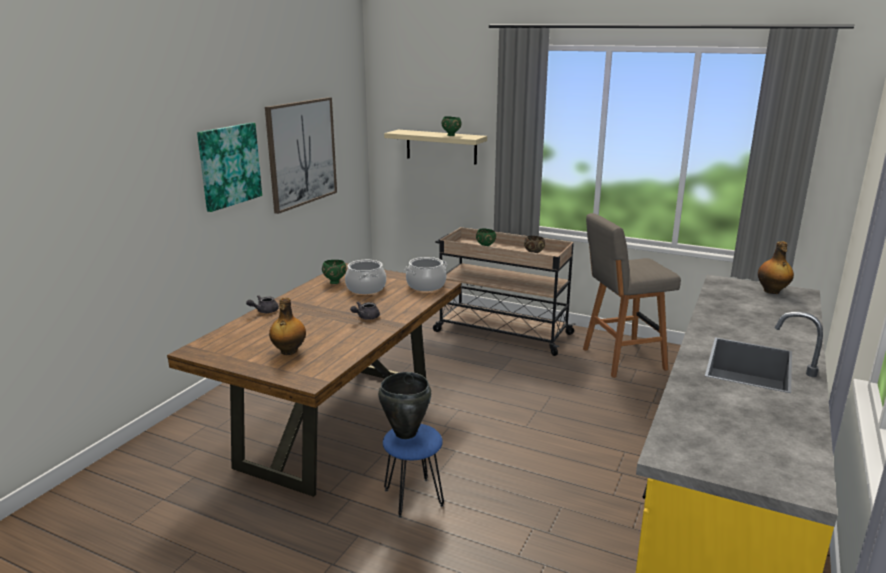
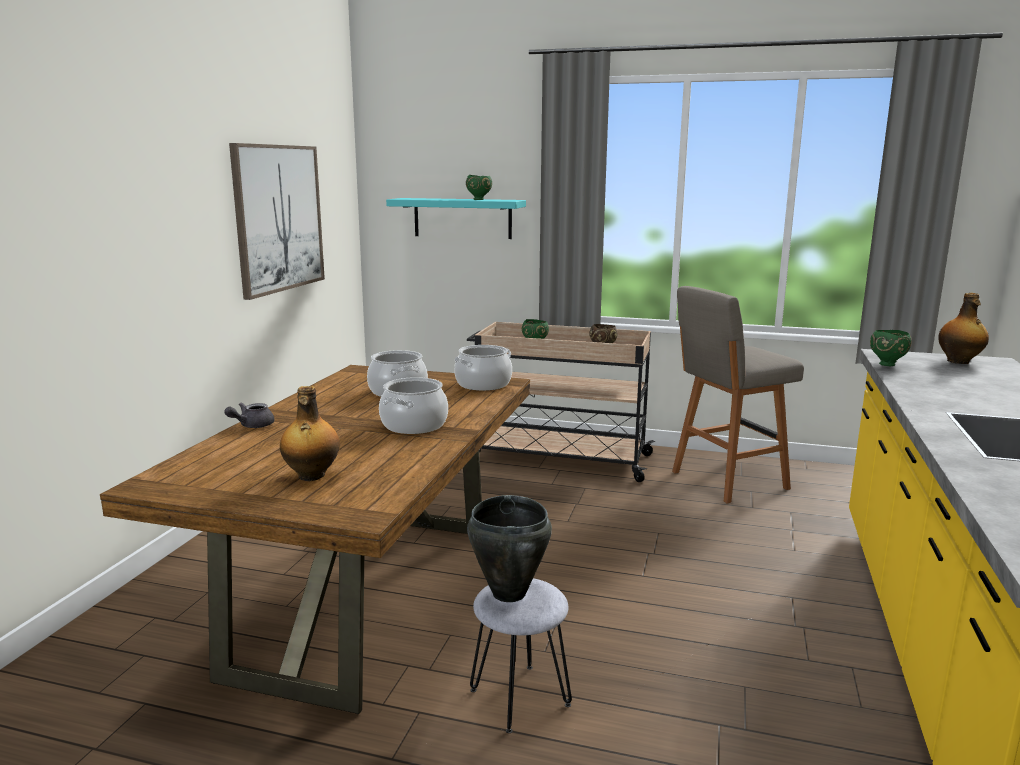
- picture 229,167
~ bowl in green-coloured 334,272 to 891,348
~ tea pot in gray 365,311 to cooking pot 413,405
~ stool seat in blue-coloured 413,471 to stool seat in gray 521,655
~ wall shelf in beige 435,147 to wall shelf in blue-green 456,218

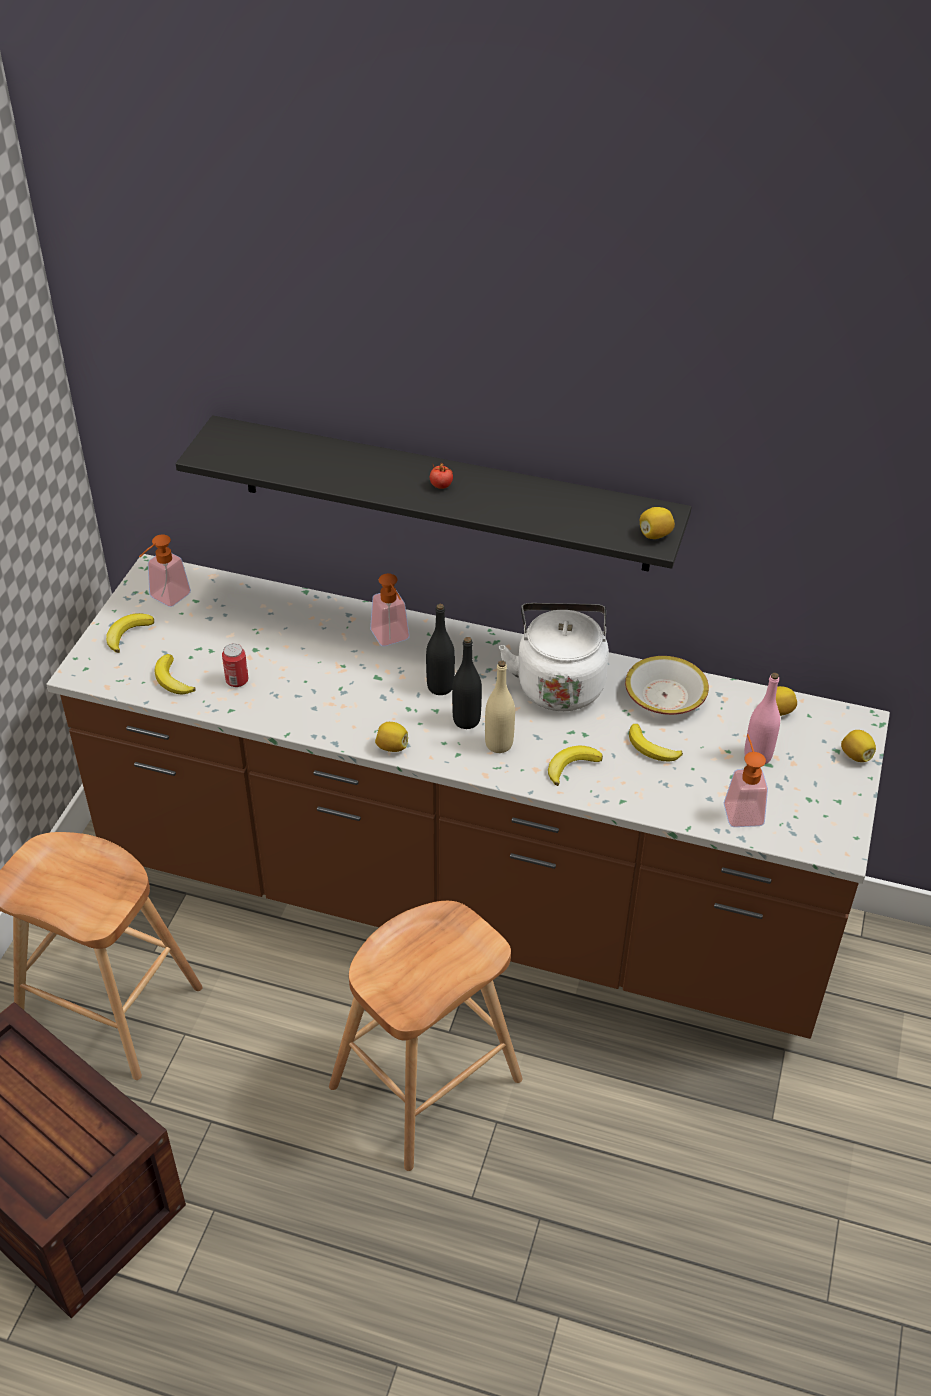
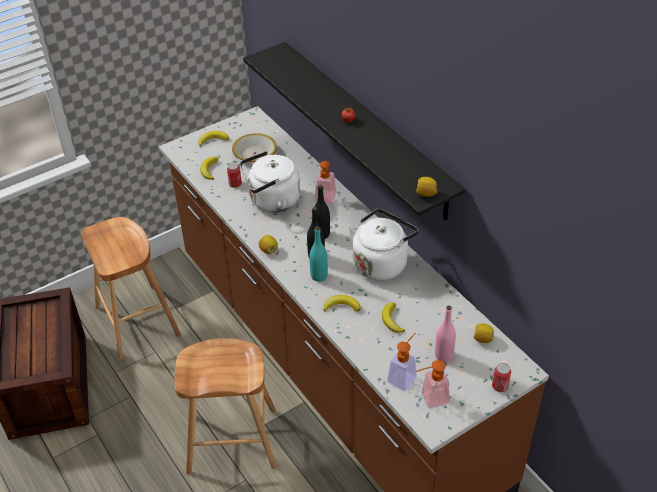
~ soap dispenser 165,570 to 433,384
~ bottle in beige 500,706 to bottle in blue-green 318,254
~ bowl 667,685 to 254,147
~ citrus fruit 858,746 to can 501,377
+ kettle in white 270,182

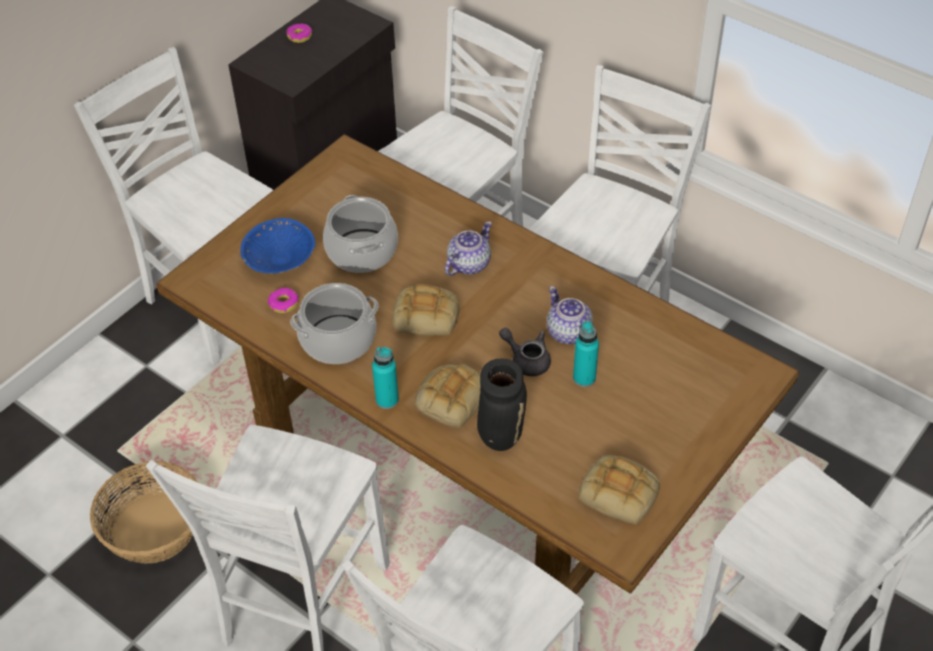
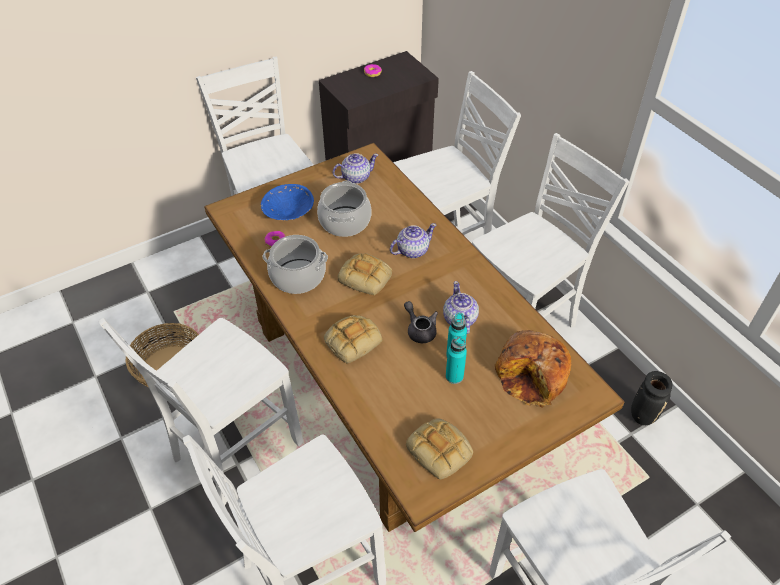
~ bottle in blue-green 385,378 to 456,360
~ vase in blackish 502,405 to 651,398
+ tea pot 355,168
+ baked bread 533,369

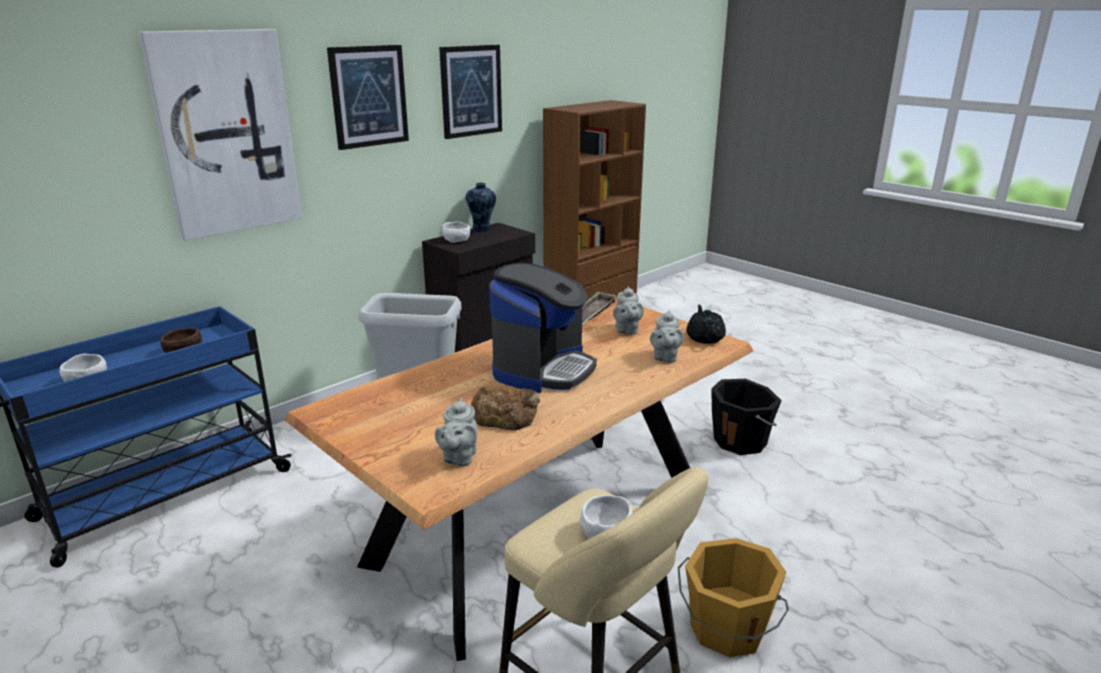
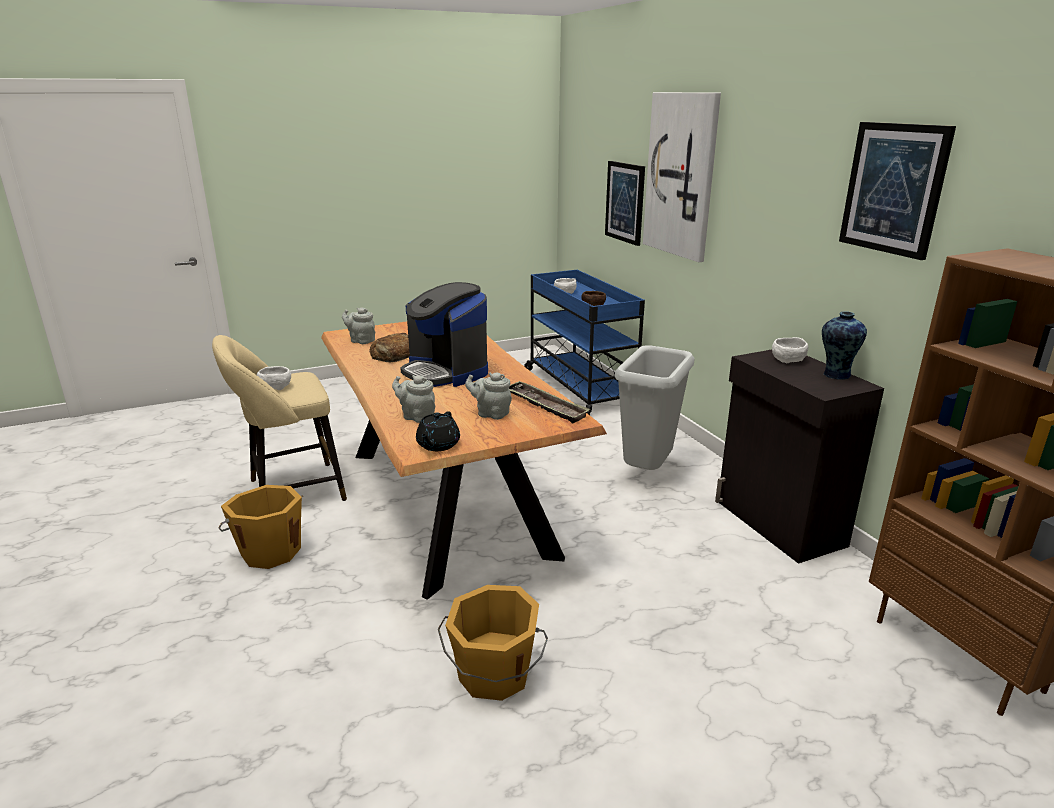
~ picture 368,97 to 625,203
~ tea pot in blackish 706,324 = 438,431 90 degrees clockwise
~ water bucket in blackish 746,417 to water bucket in orangey 493,643

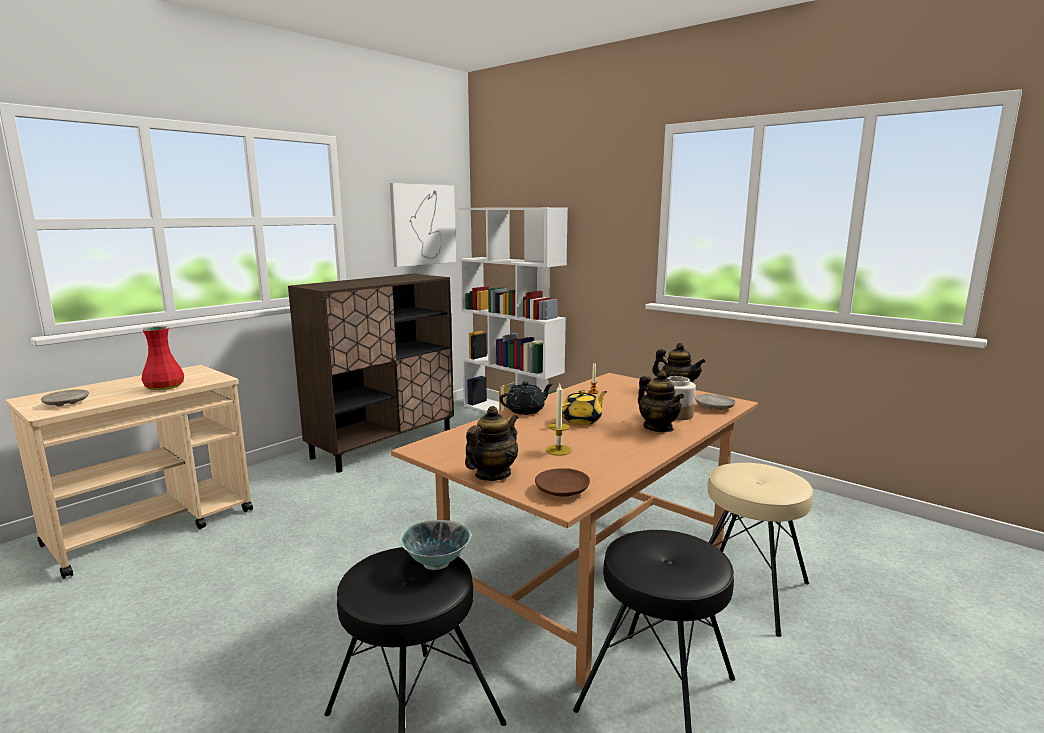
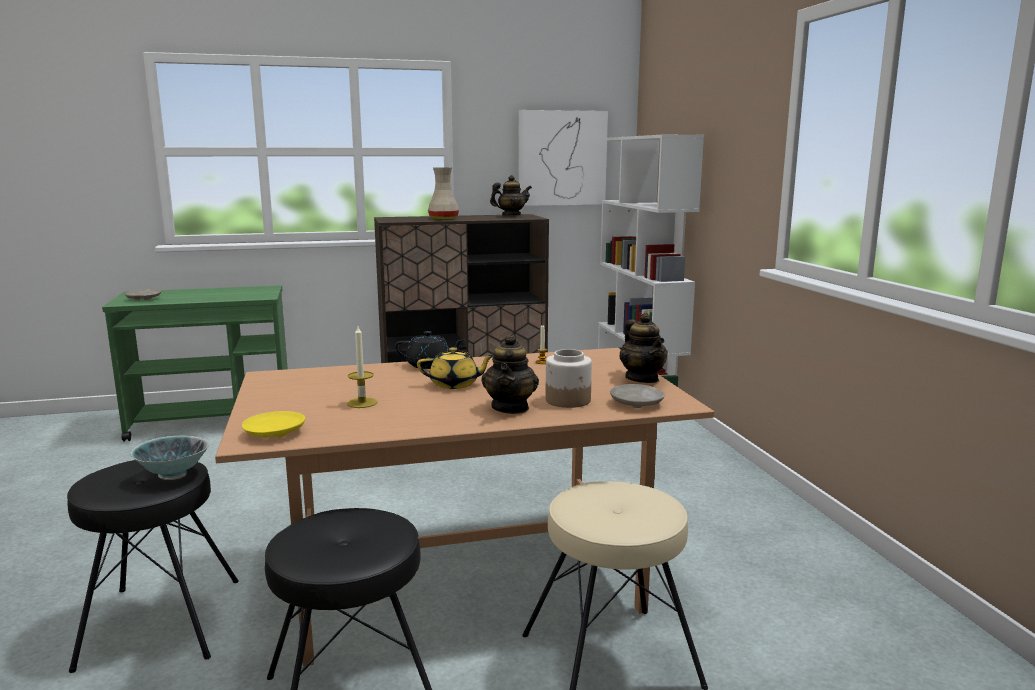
~ trolley in beige 129,472 to trolley in green-coloured 195,363
- vase in red-coloured 163,358
~ tea pot 491,443 to 511,195
~ plate in brown 562,482 to plate in yellow-coloured 273,424
+ vase in beige 443,193

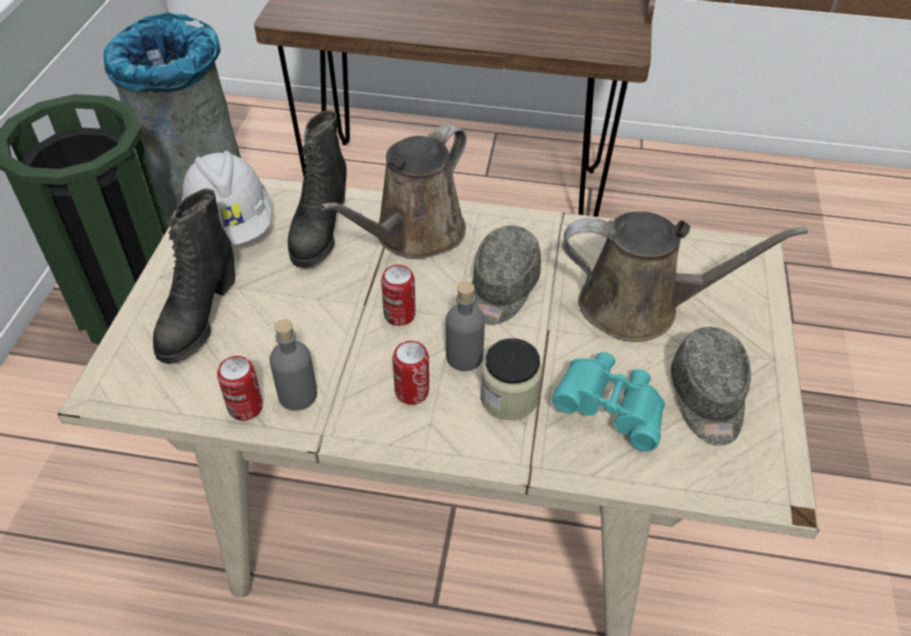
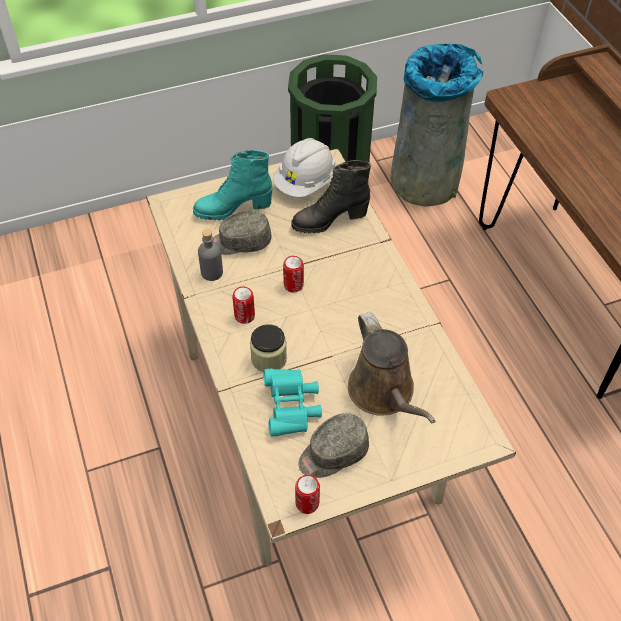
~ boot in blackish 194,276 to boot in blue-green 232,185
~ can 240,388 to 307,494
- watering can in brown 393,191
- bottle in gray 465,326
~ baseball cap in gray 506,275 to 242,232

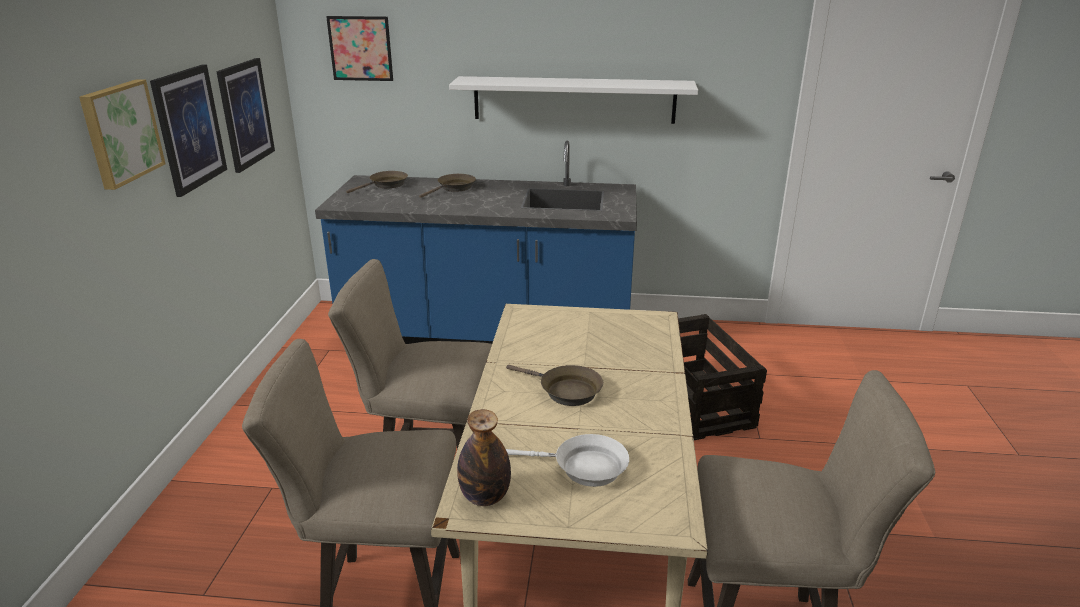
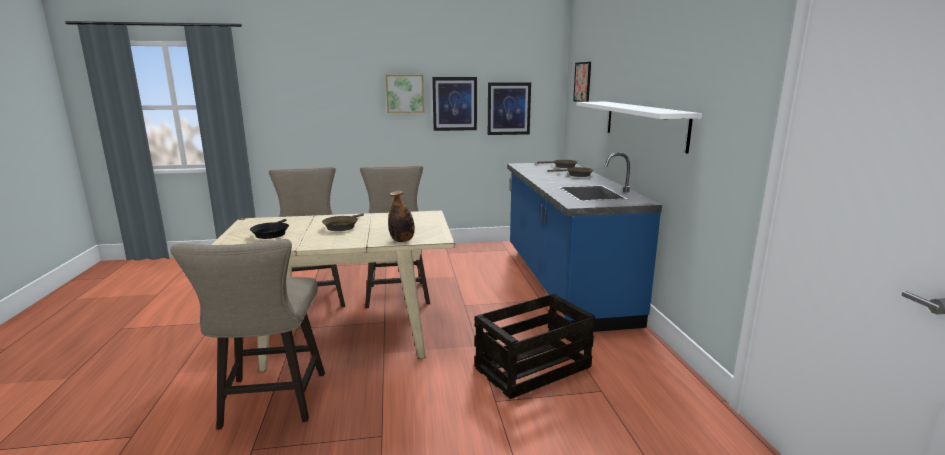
~ bottle 484,457 to 401,216
~ frying pan in white 567,460 to frying pan in blackish 269,229

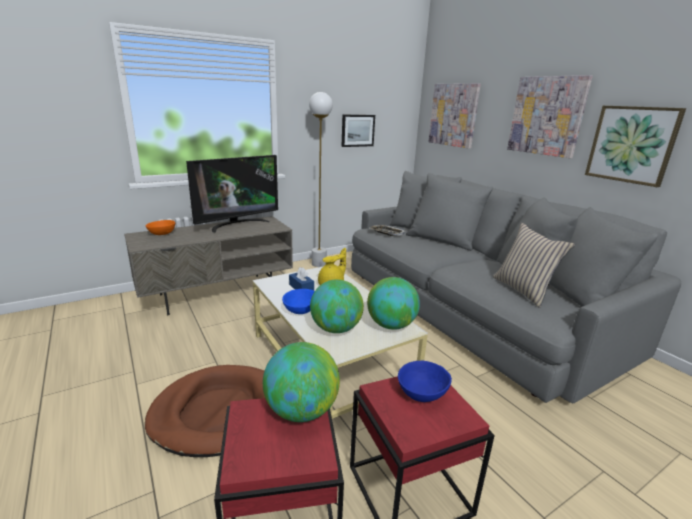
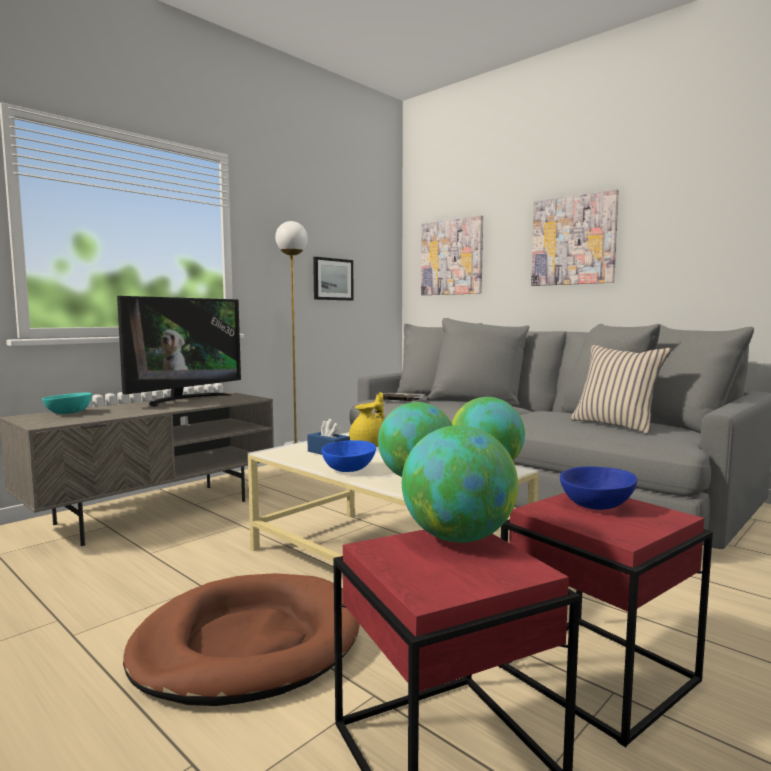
~ bowl in orangey 160,227 to bowl in blue-green 67,403
- picture 635,146

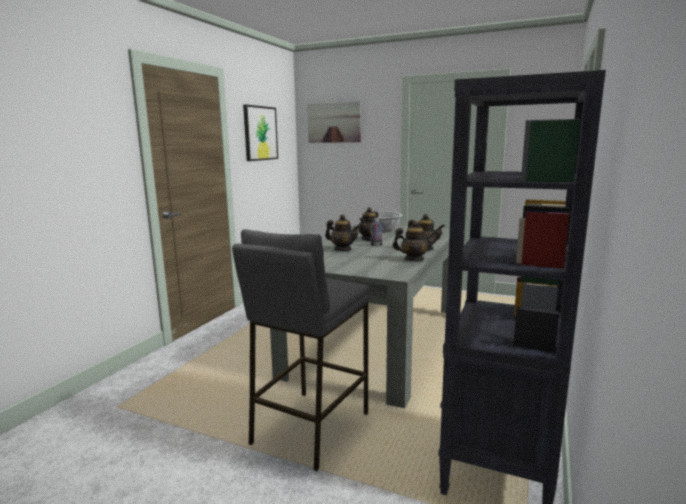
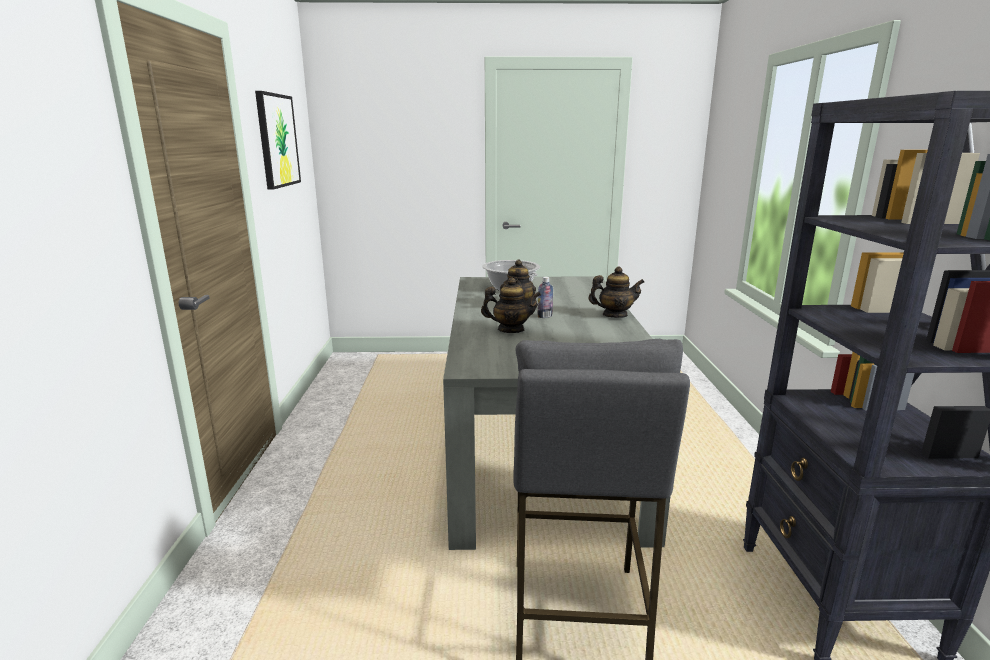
- picture 334,122
- tea pot 414,241

